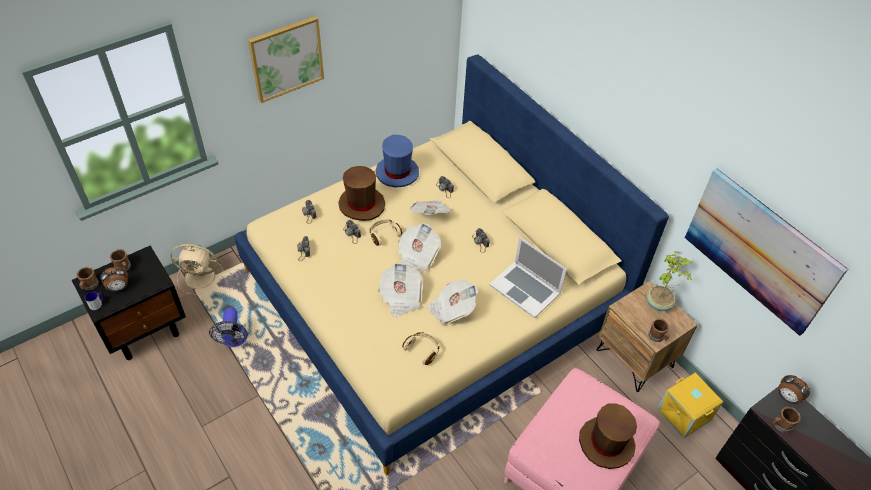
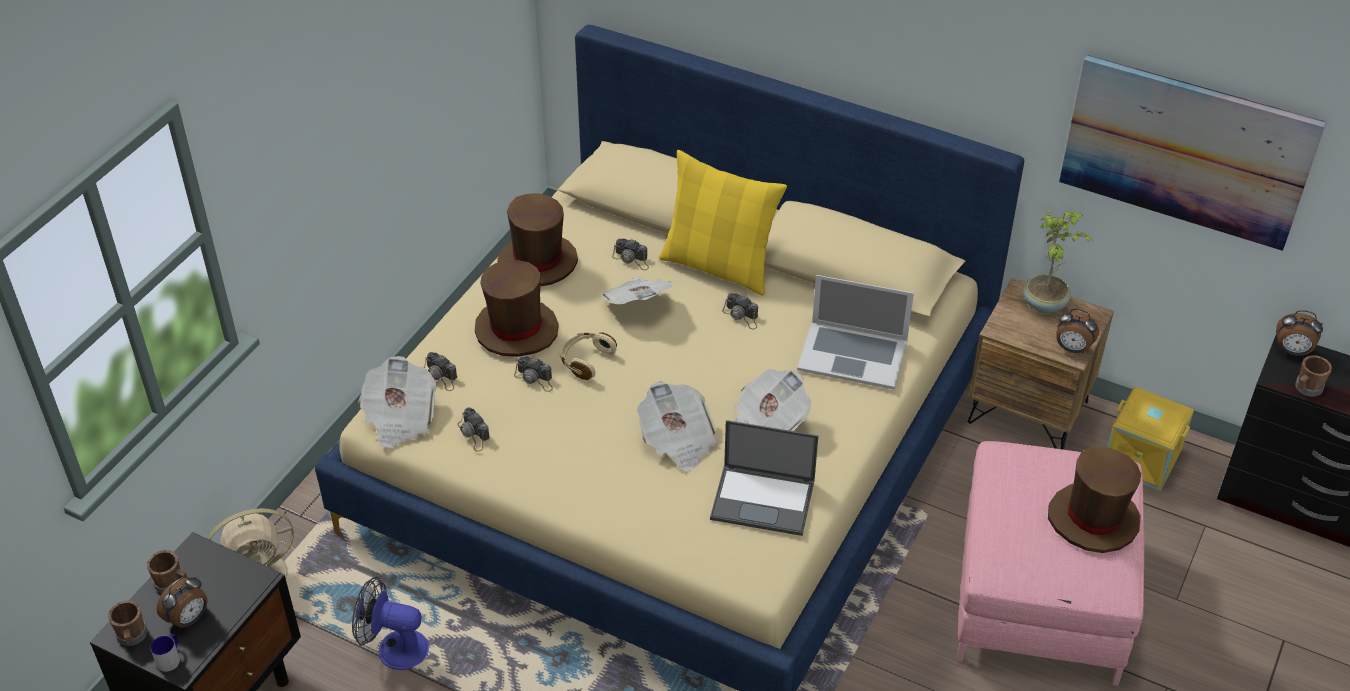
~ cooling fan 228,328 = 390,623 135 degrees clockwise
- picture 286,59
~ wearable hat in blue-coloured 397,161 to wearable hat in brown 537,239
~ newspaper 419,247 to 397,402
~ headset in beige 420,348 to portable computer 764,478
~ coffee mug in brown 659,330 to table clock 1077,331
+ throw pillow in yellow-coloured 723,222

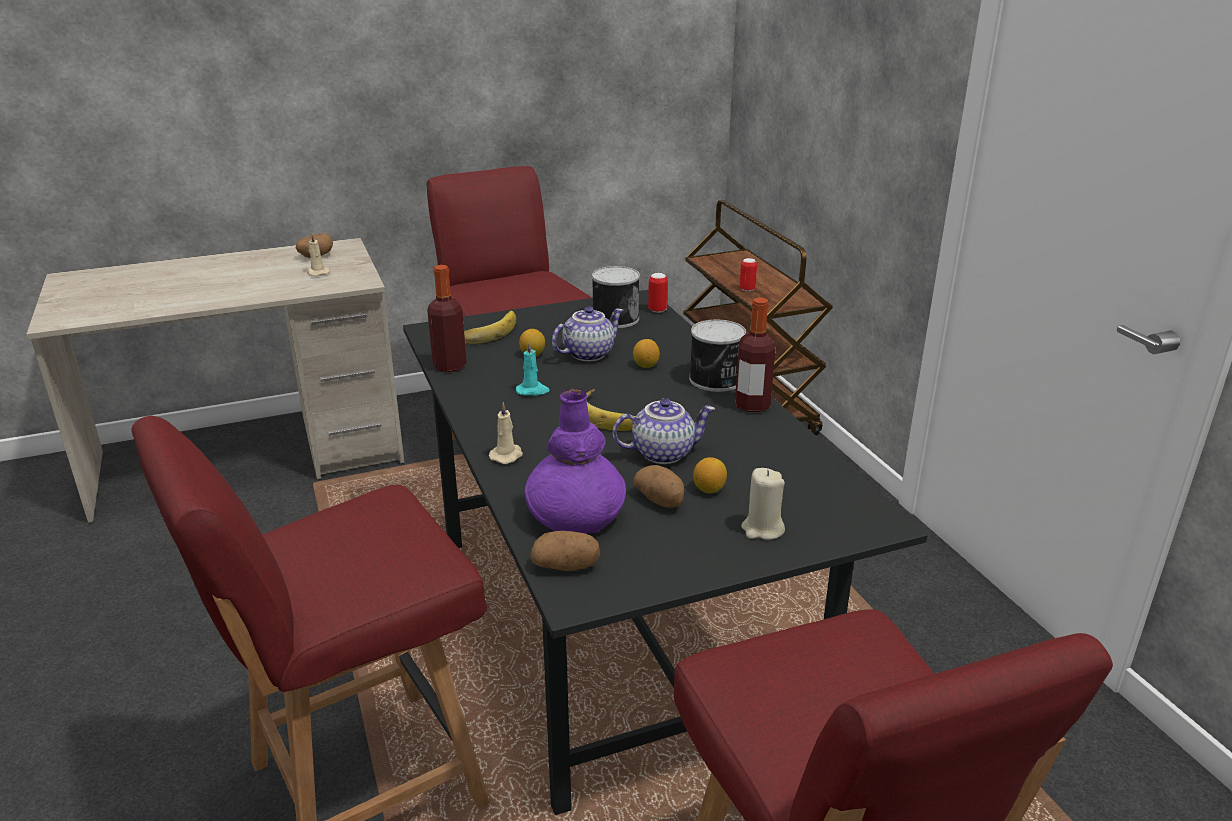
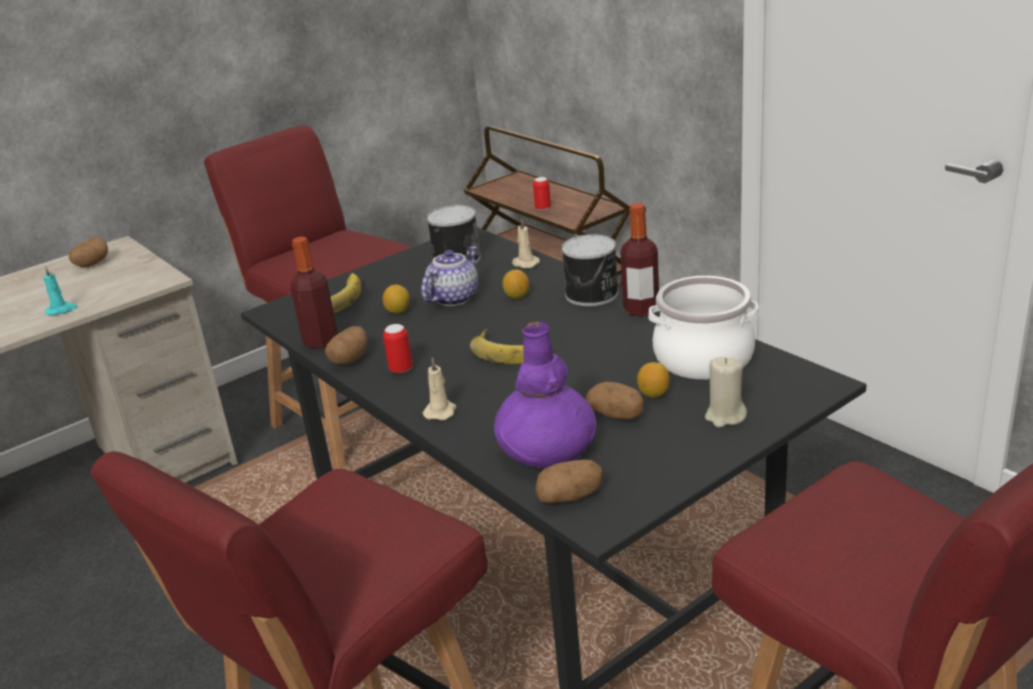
~ candle in beige 318,254 to 526,243
~ candle in blue-green 533,368 to 60,290
- tea pot 664,431
~ can 658,293 to 398,349
+ potato 346,345
+ cooking pot 703,328

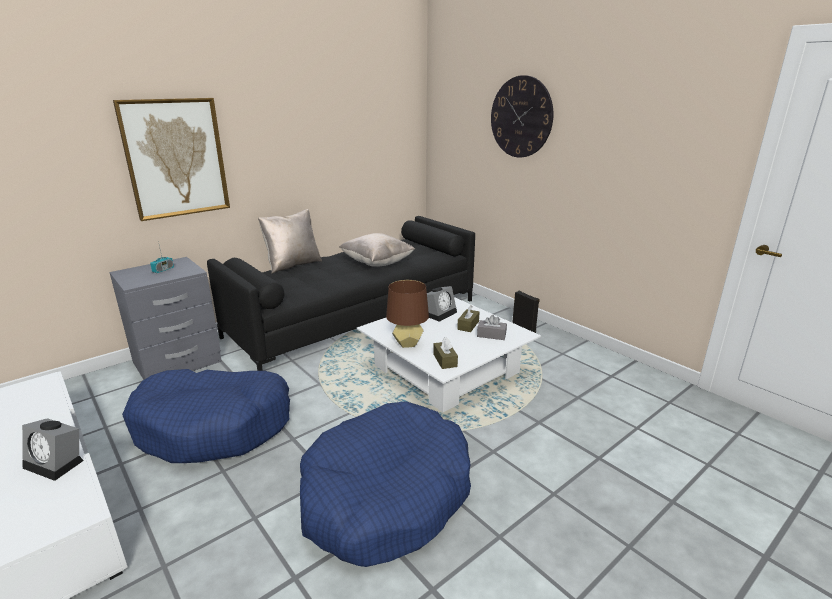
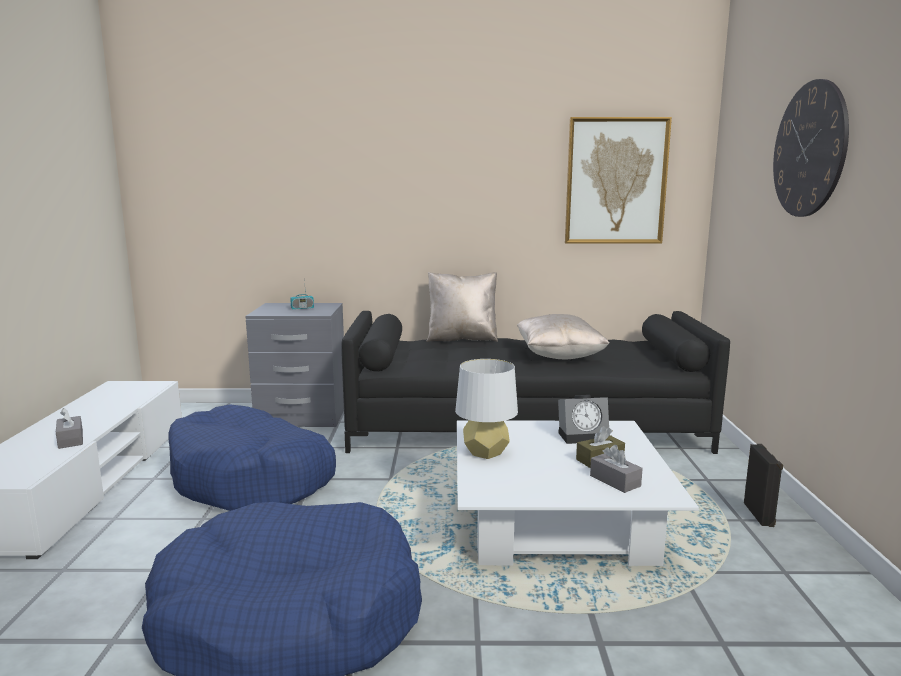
~ table clock 53,449 to tissue holder in gray 69,428
~ picture 171,159 to 618,180
~ table lamp in brown 407,314 to table lamp in white 486,409
- tissue holder in brown 445,353

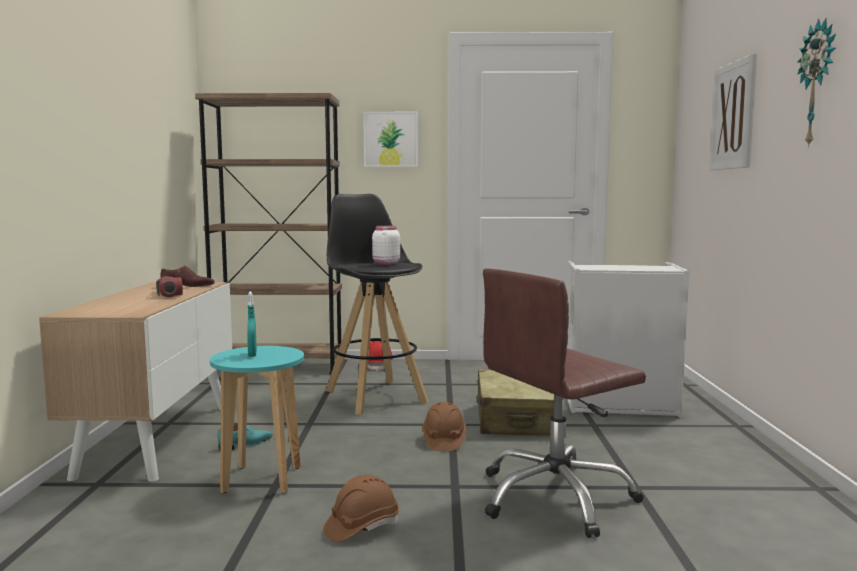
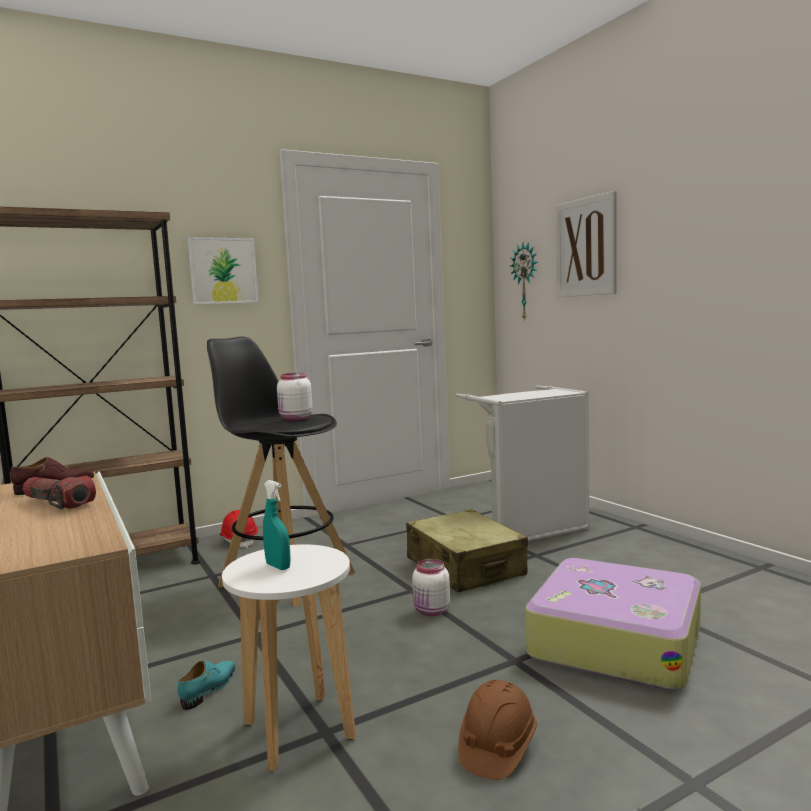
~ stool seat in blue-green 257,420 to stool seat in white 289,657
~ safety helmet in brown 444,426 to preserve jar in white 431,587
~ computer chair in brown 564,403 to piece of luggage 613,624
~ wall clock 816,83 to 523,281

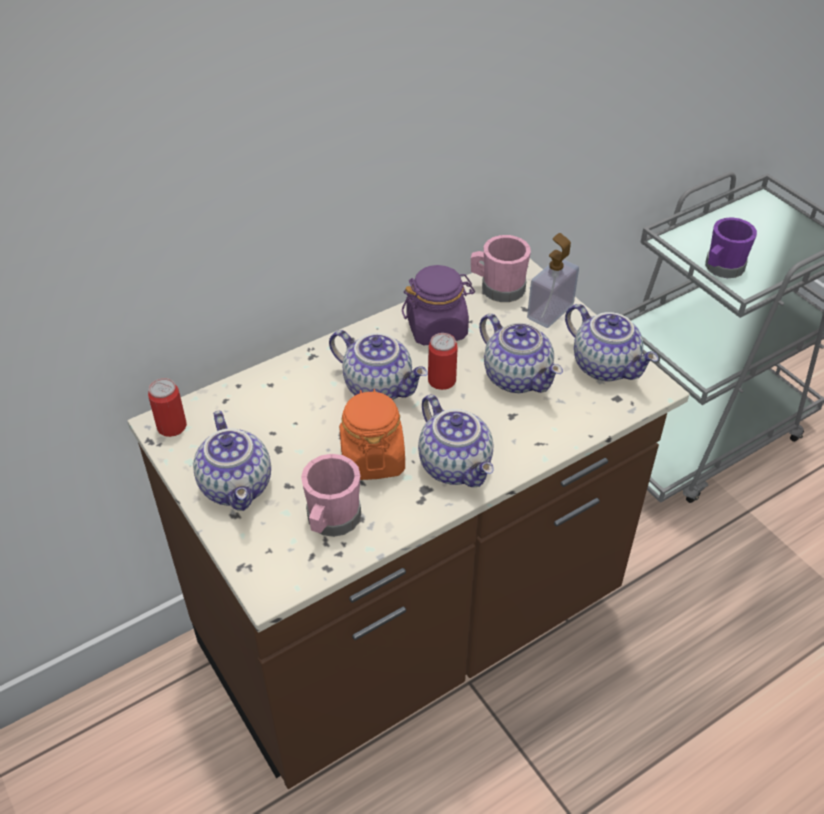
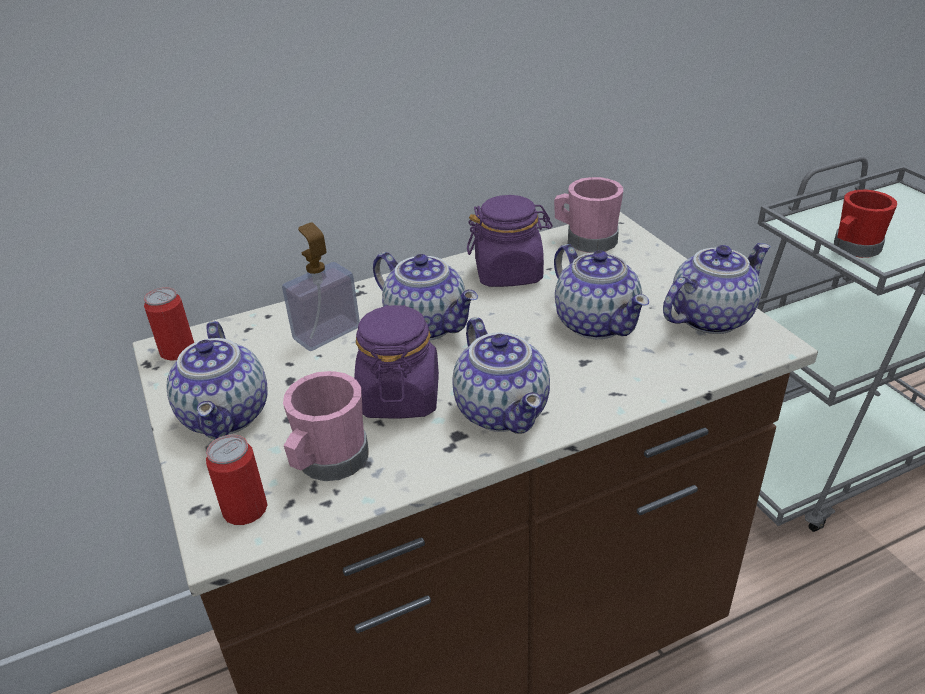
~ preserve jar in orangey 372,434 to preserve jar in purple 396,362
~ can 443,361 to 236,479
~ soap dispenser 553,280 to 321,286
~ tea pot 612,343 = 717,288 90 degrees counterclockwise
~ coffee mug in purple 731,247 to coffee mug in red-coloured 865,224

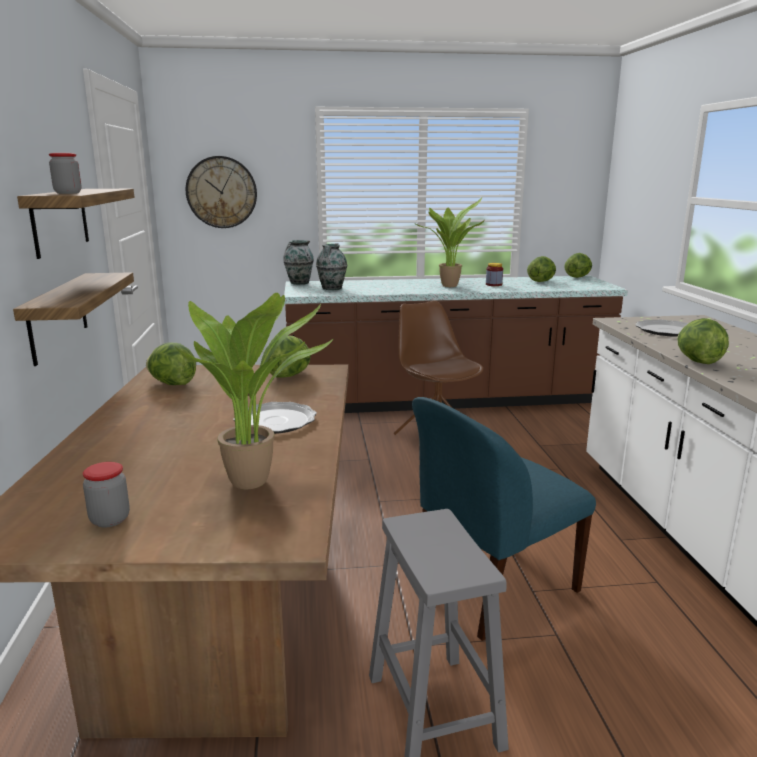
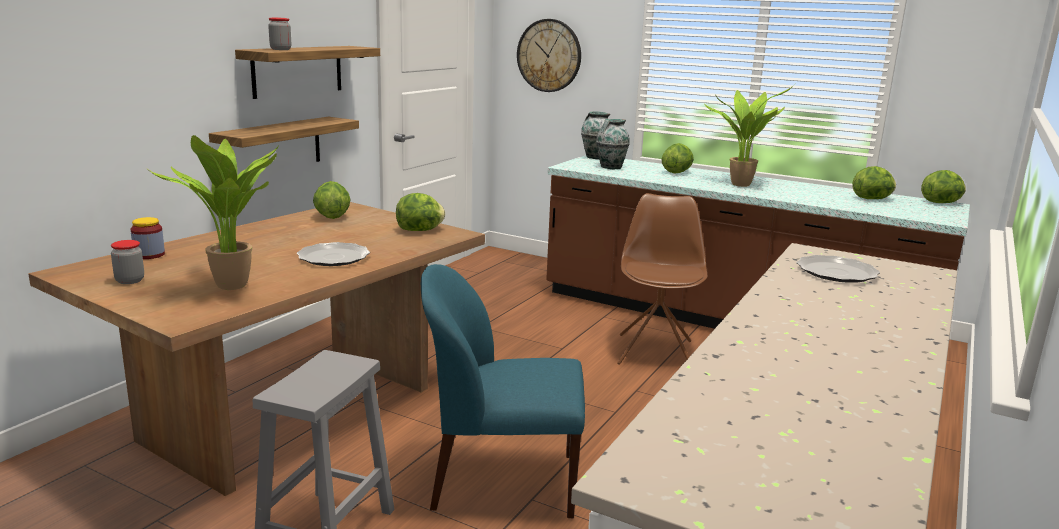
~ preserve jar 494,274 to 147,238
~ lettuce head 703,341 to 677,158

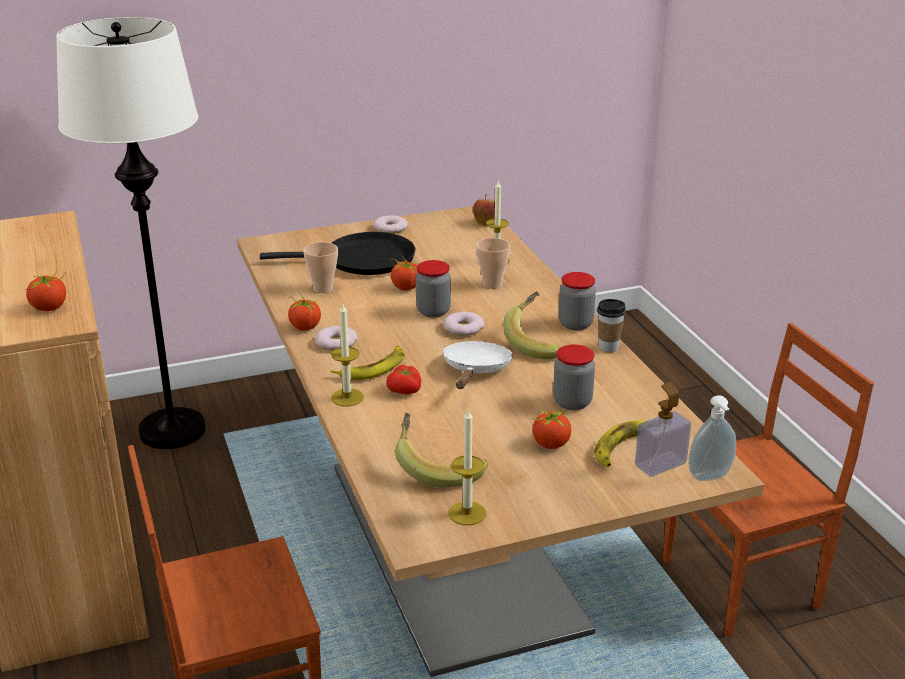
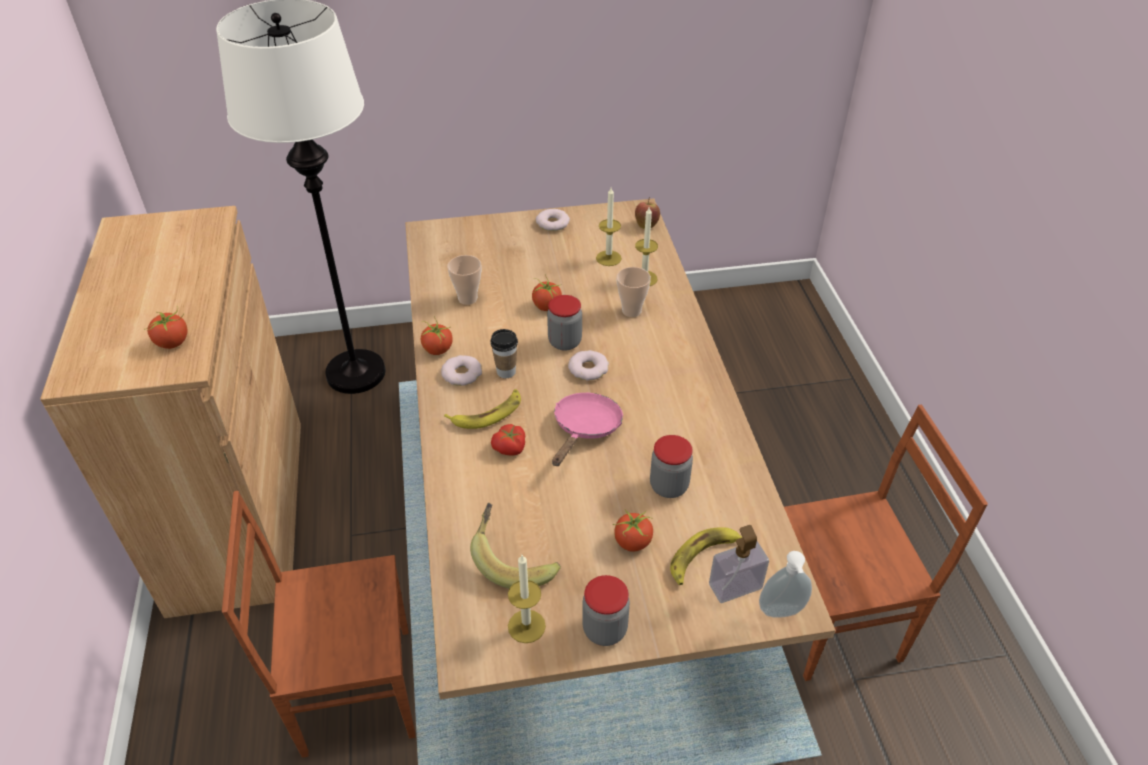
- frying pan in blackish 338,253
~ candle 347,355 to 609,227
~ frying pan in white 478,365 to frying pan in pinkish 587,429
- whole banana 533,325
~ preserve jar 577,301 to 606,610
~ small cup 611,325 to 504,353

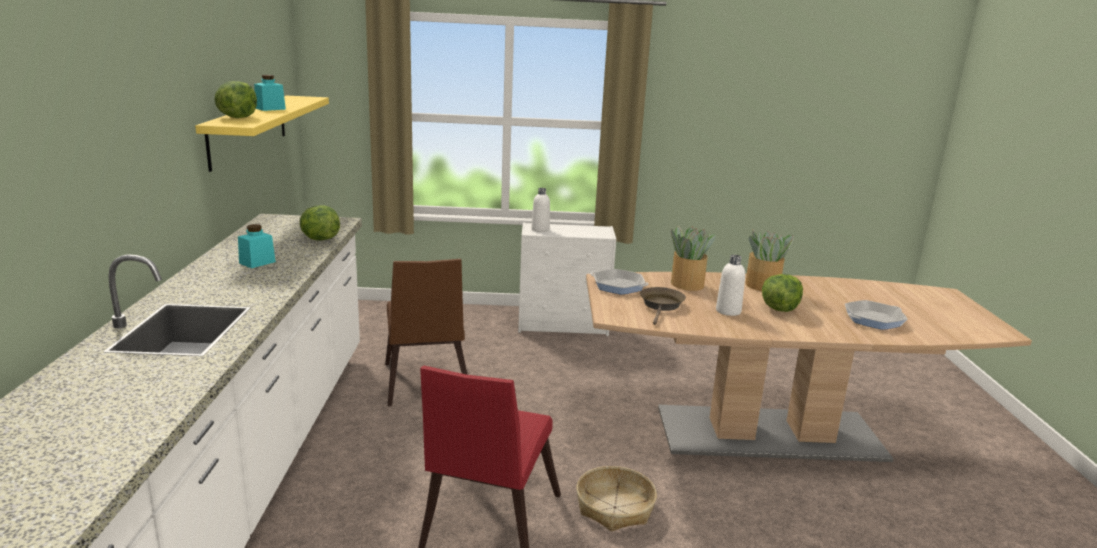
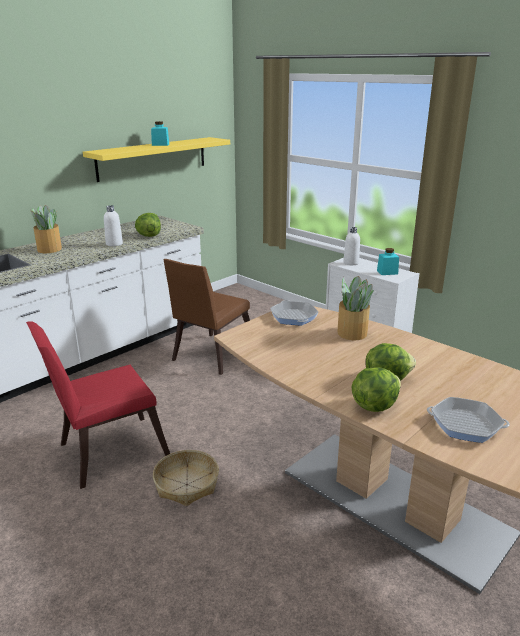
~ lettuce head 236,99 to 376,389
~ preserve jar in blue-green 257,246 to 388,261
- frying pan in brown 663,306
~ bottle in white 730,285 to 113,225
~ potted plant 769,260 to 46,229

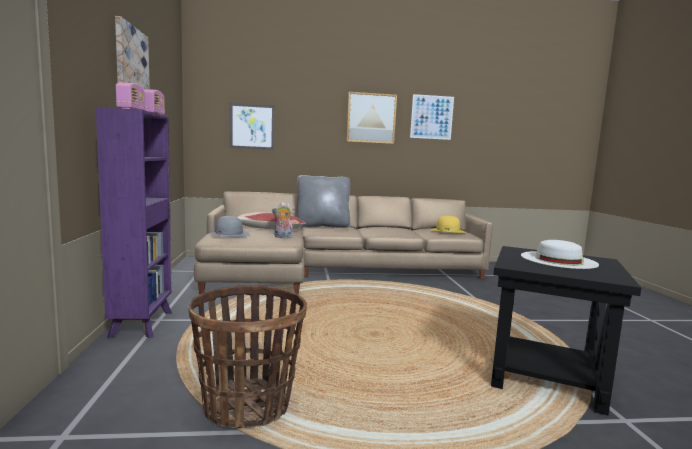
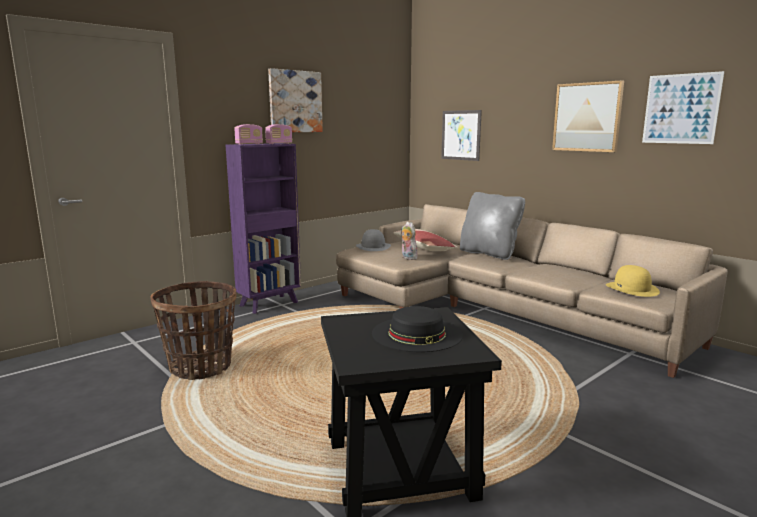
~ wearable hat in white 560,254 to wearable hat in blackish 417,329

